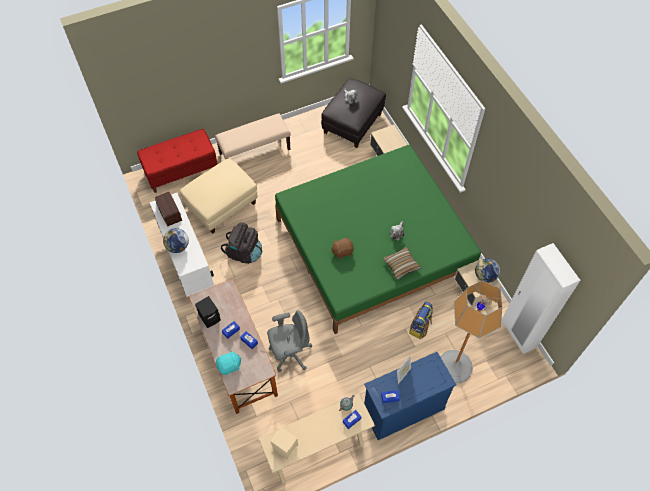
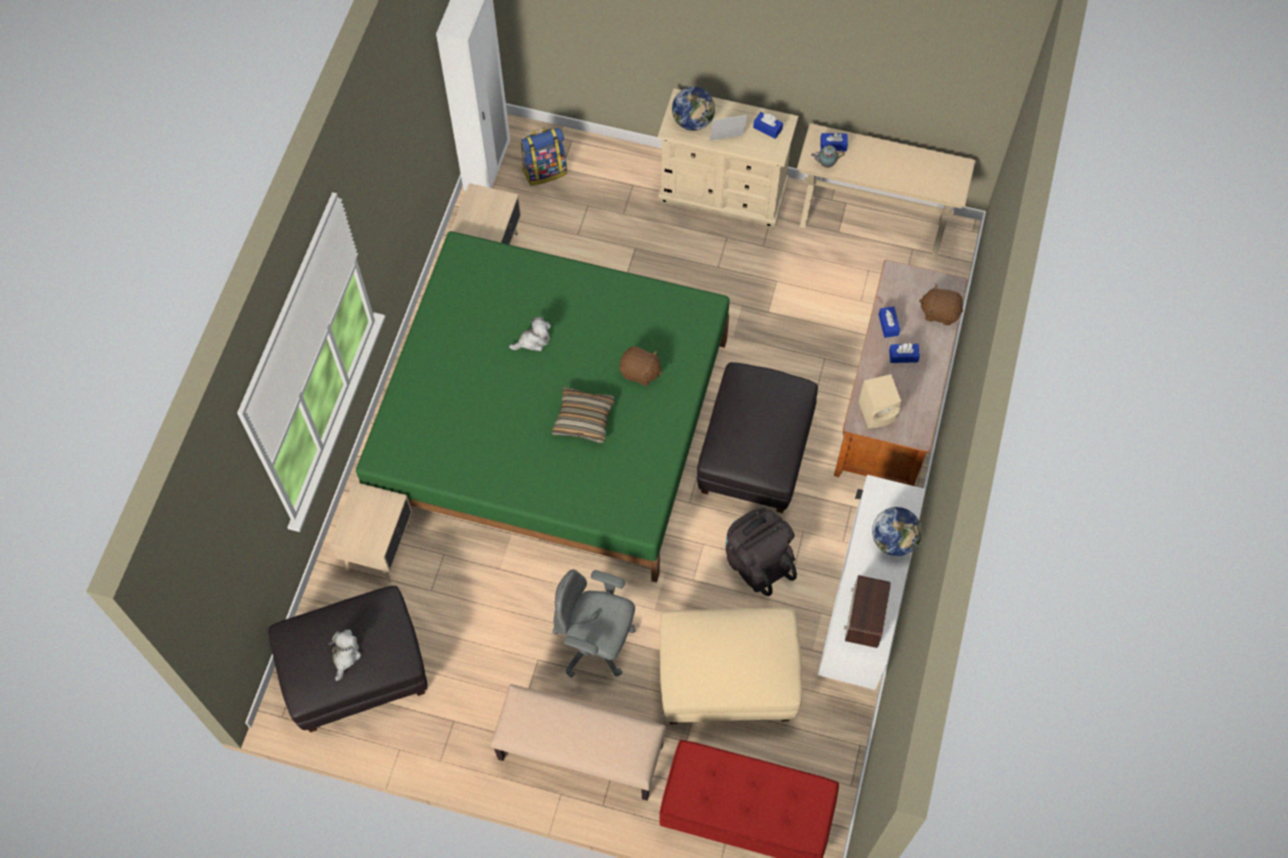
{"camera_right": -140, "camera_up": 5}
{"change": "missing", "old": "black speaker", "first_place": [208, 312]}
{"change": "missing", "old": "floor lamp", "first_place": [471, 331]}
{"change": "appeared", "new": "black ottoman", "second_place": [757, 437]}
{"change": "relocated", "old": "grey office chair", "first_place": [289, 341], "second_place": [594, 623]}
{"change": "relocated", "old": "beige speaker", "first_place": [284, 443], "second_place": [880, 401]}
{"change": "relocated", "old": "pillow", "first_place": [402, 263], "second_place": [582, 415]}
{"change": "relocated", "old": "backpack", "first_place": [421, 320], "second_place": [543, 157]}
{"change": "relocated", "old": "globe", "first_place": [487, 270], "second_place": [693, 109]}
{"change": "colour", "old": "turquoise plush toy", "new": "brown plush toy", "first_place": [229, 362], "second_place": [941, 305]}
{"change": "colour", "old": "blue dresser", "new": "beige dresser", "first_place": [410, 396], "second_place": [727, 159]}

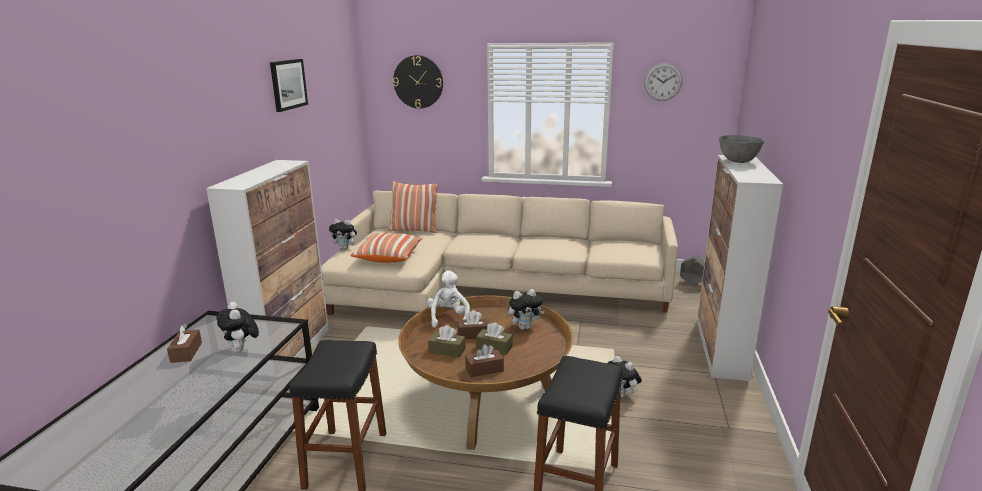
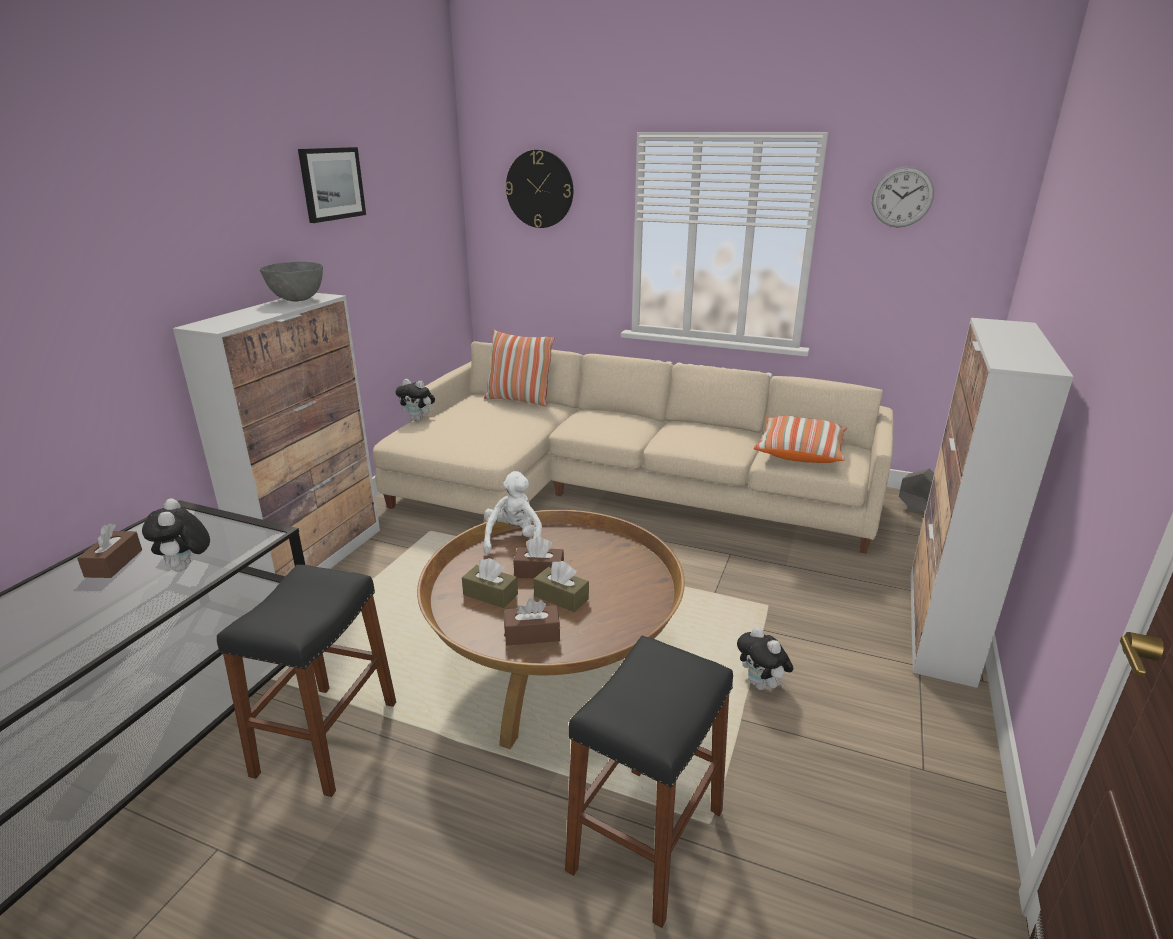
{"camera_right": 10, "camera_up": 5}
{"change": "missing", "old": "plush toy", "first_place": [526, 309]}
{"change": "relocated", "old": "pillow", "first_place": [386, 247], "second_place": [800, 439]}
{"change": "relocated", "old": "grey bowl", "first_place": [741, 149], "second_place": [291, 282]}

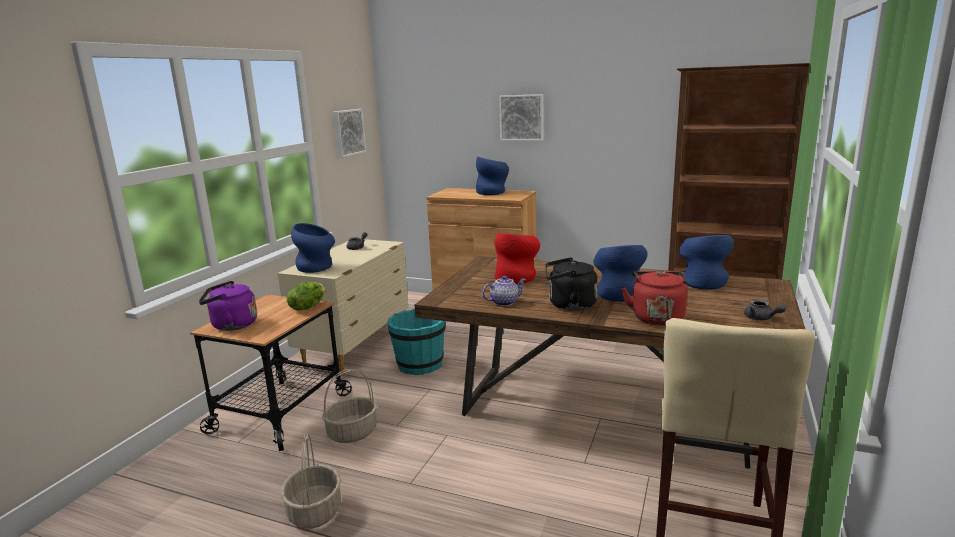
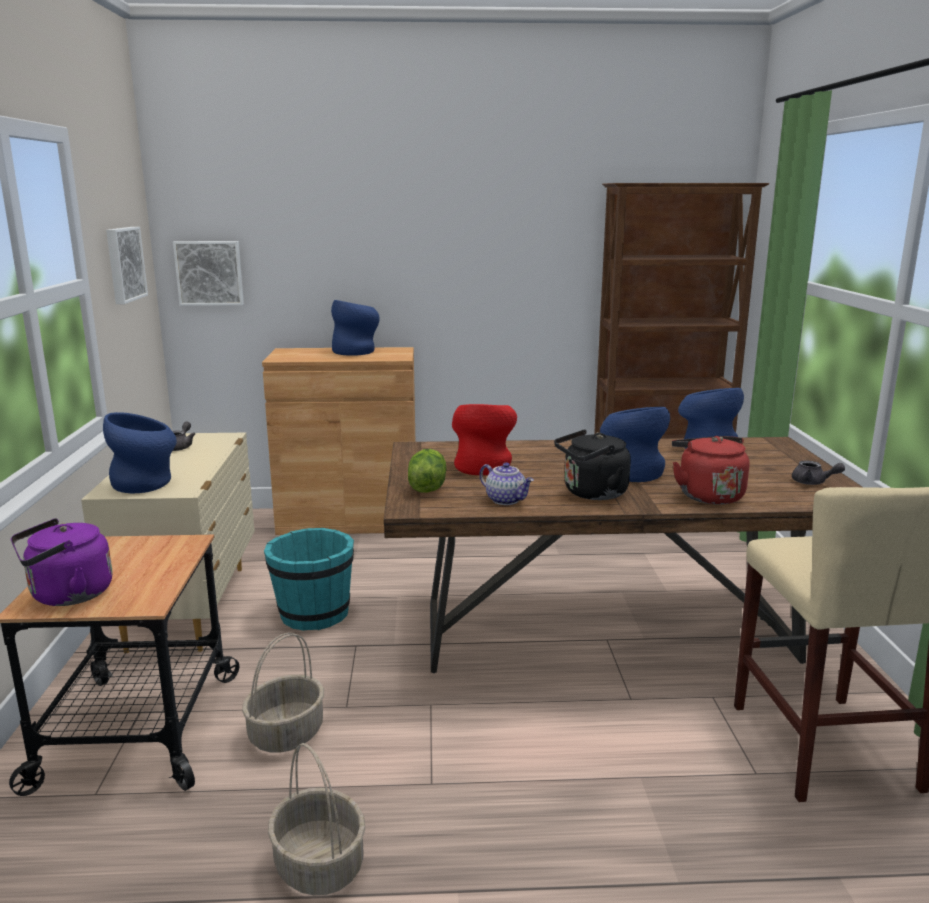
{"camera_right": -25, "camera_up": 0}
{"change": "relocated", "old": "lettuce", "first_place": [305, 296], "second_place": [427, 471]}
{"change": "relocated", "old": "picture", "first_place": [521, 117], "second_place": [208, 273]}
{"change": "spun", "old": "teapot", "first_place": [504, 291], "second_place": [506, 483], "degrees": 90}

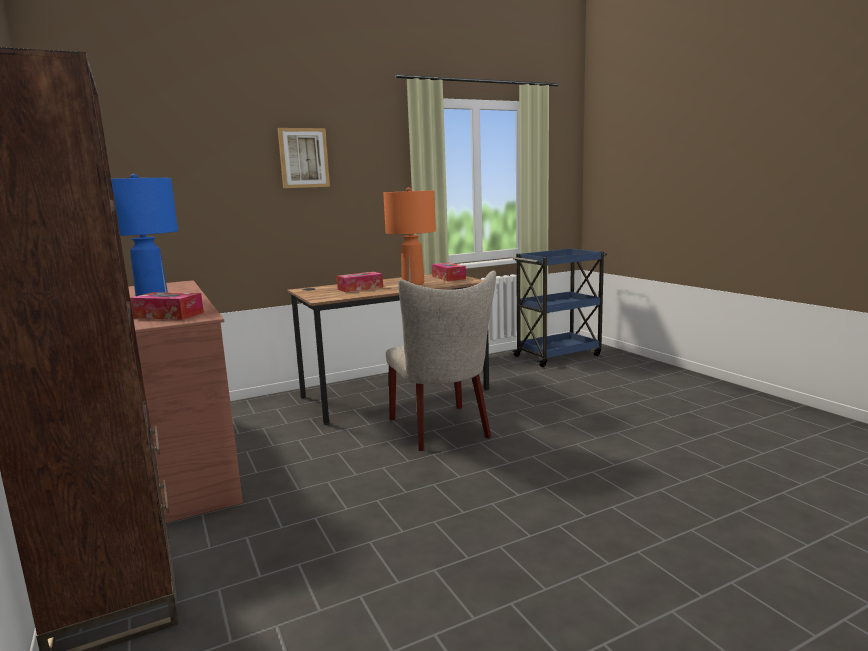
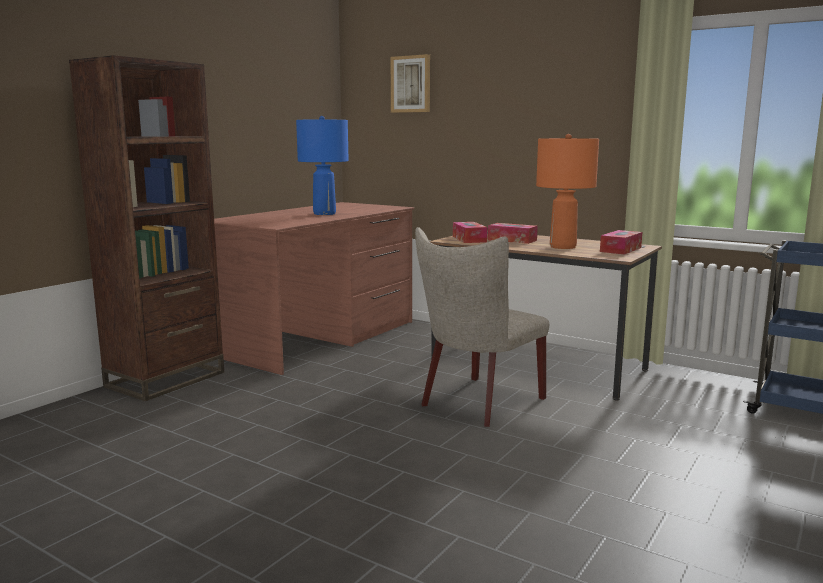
{"camera_right": 60, "camera_up": 0}
{"change": "relocated", "old": "tissue box", "first_place": [167, 306], "second_place": [470, 232]}
{"change": "relocated", "old": "picture", "first_place": [304, 158], "second_place": [410, 83]}

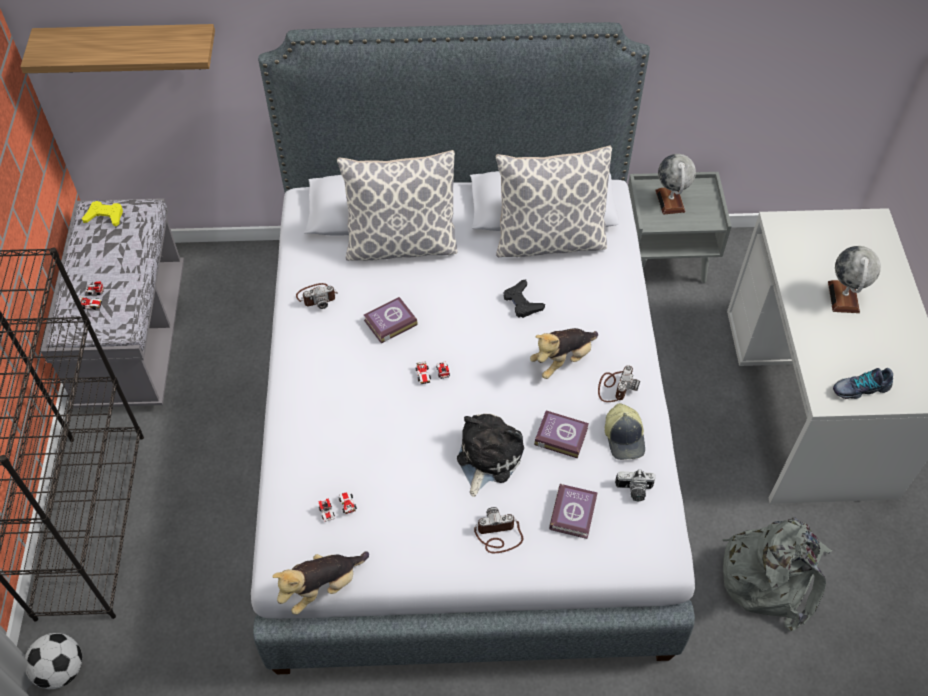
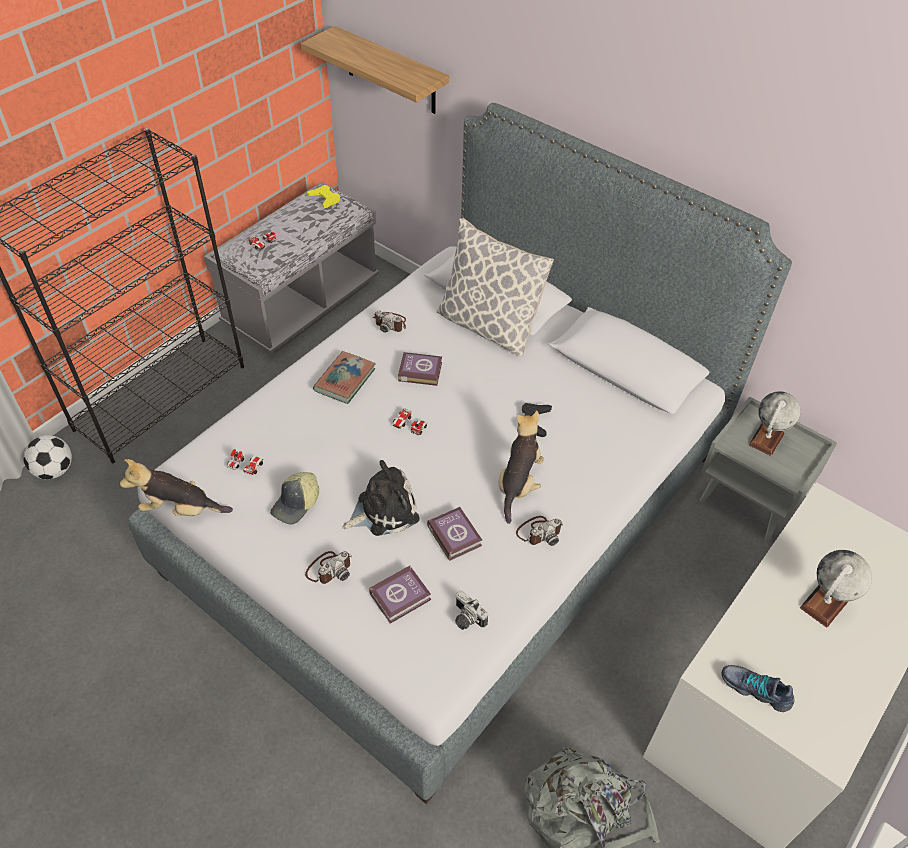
{"camera_right": 40, "camera_up": -5}
{"change": "missing", "old": "pillow", "first_place": [554, 201]}
{"change": "appeared", "new": "book", "second_place": [344, 377]}
{"change": "relocated", "old": "cap", "first_place": [625, 431], "second_place": [294, 498]}
{"change": "spun", "old": "photo camera", "first_place": [498, 530], "second_place": [328, 567], "degrees": 105}
{"change": "spun", "old": "plush toy", "first_place": [564, 353], "second_place": [521, 467], "degrees": 105}

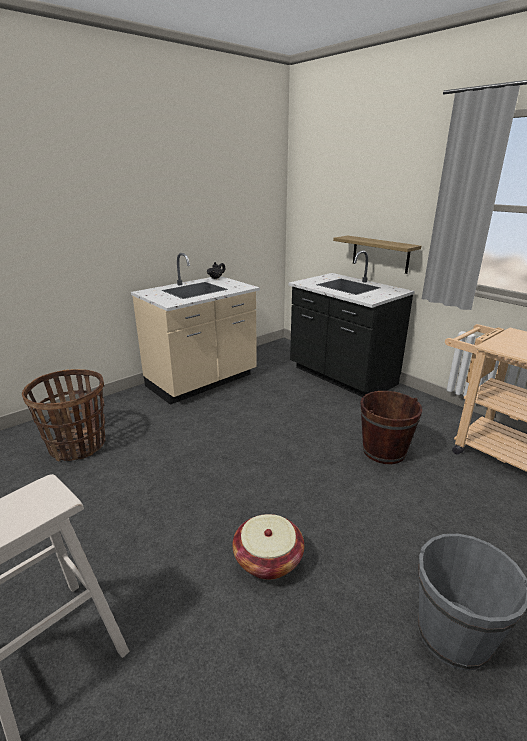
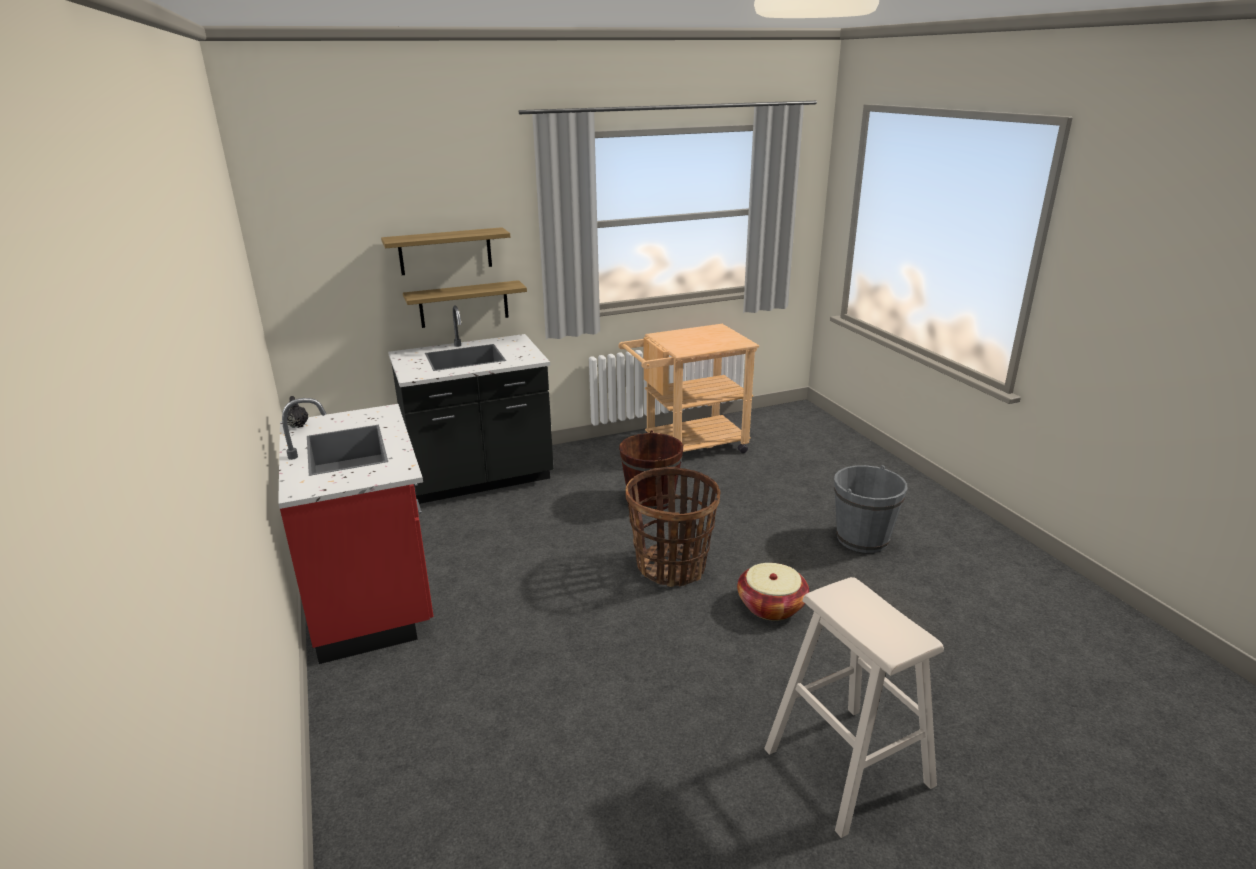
{"camera_right": -70, "camera_up": 0}
{"change": "appeared", "new": "shelf", "second_place": [445, 251]}
{"change": "relocated", "old": "basket", "first_place": [63, 415], "second_place": [672, 527]}
{"change": "colour", "old": "beige counter", "new": "red counter", "first_place": [195, 329], "second_place": [356, 531]}

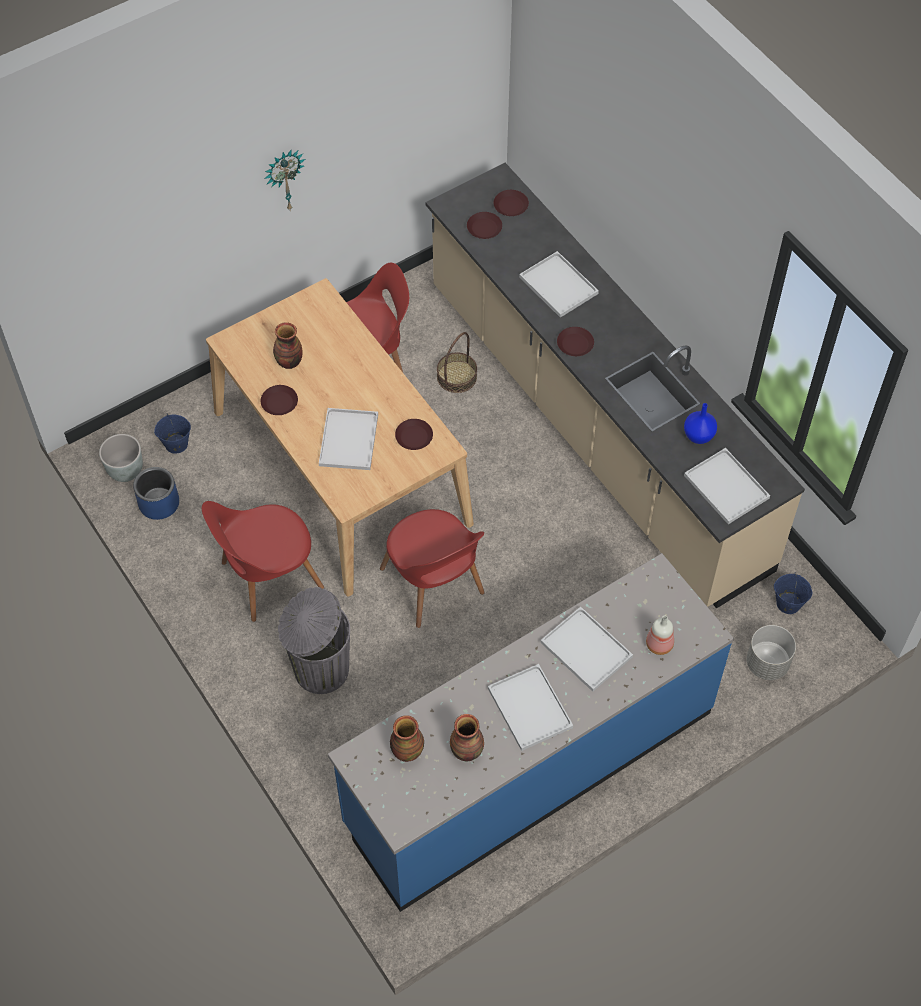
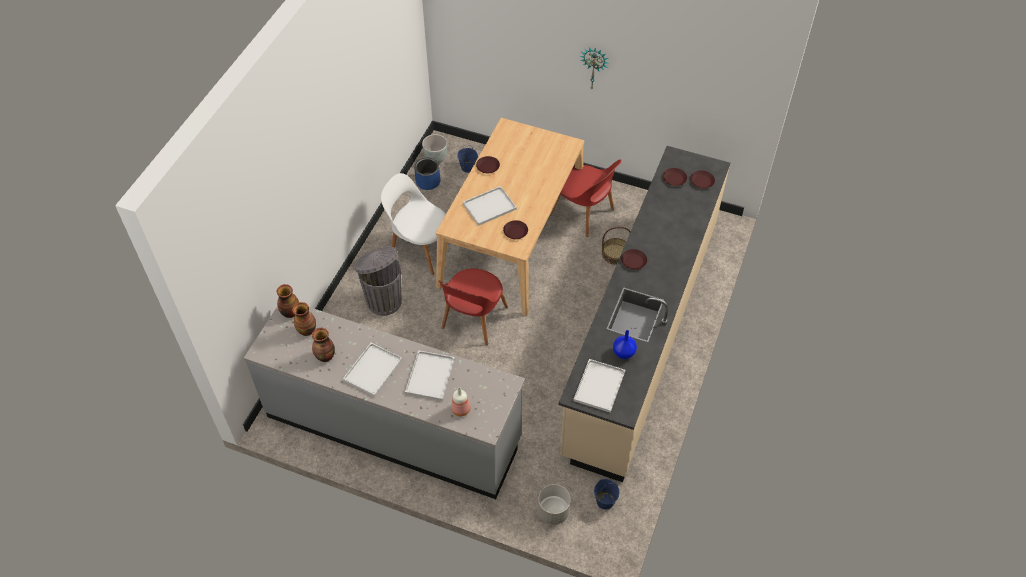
{"camera_right": 55, "camera_up": -5}
{"change": "missing", "old": "white tray", "first_place": [559, 284]}
{"change": "relocated", "old": "vase", "first_place": [288, 345], "second_place": [288, 301]}
{"change": "colour", "old": "red chair", "new": "white chair", "first_place": [263, 561], "second_place": [413, 224]}
{"change": "colour", "old": "blue counter", "new": "grey counter", "first_place": [531, 732], "second_place": [384, 402]}

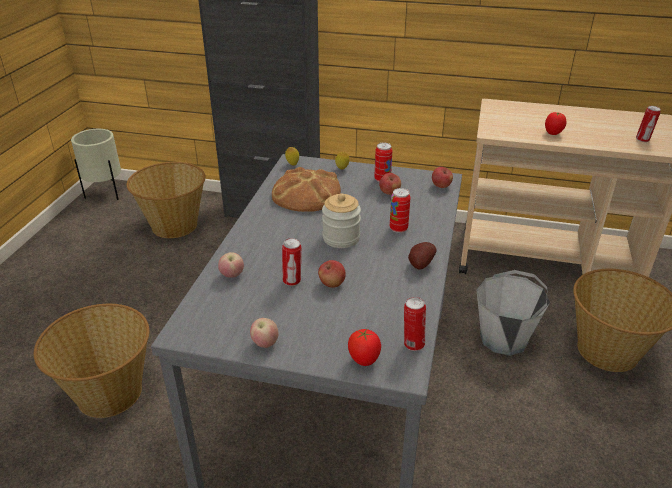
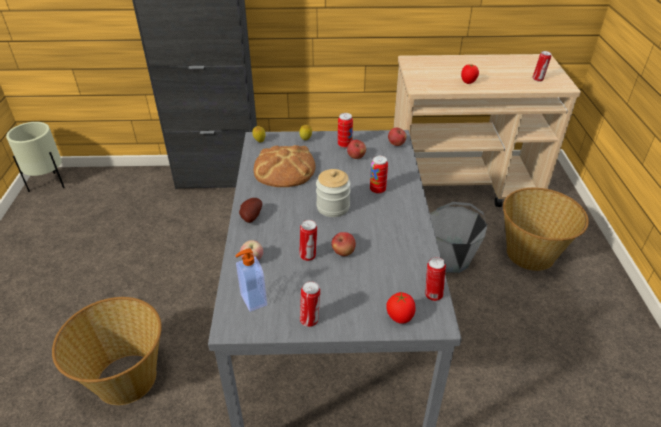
{"camera_right": -15, "camera_up": 5}
{"change": "missing", "old": "basket", "first_place": [166, 200]}
{"change": "appeared", "new": "soap dispenser", "second_place": [251, 280]}
{"change": "relocated", "old": "potato", "first_place": [422, 256], "second_place": [250, 210]}
{"change": "exchanged", "old": "apple", "new": "can", "first_place": [264, 333], "second_place": [310, 304]}

